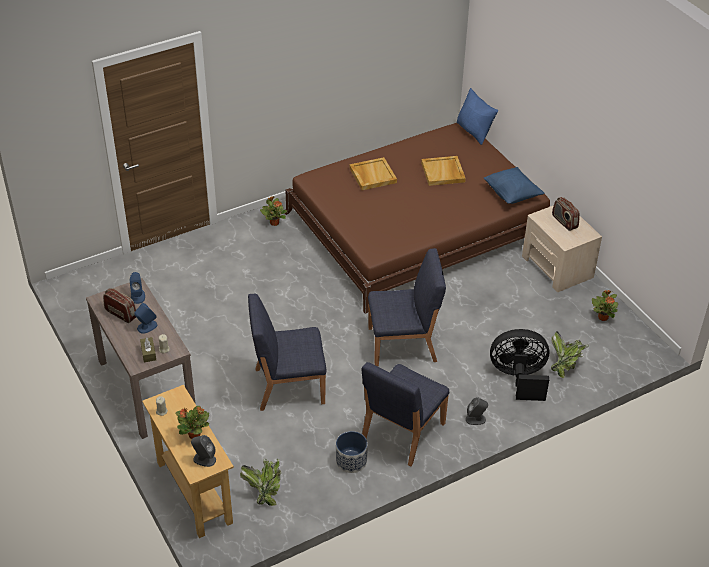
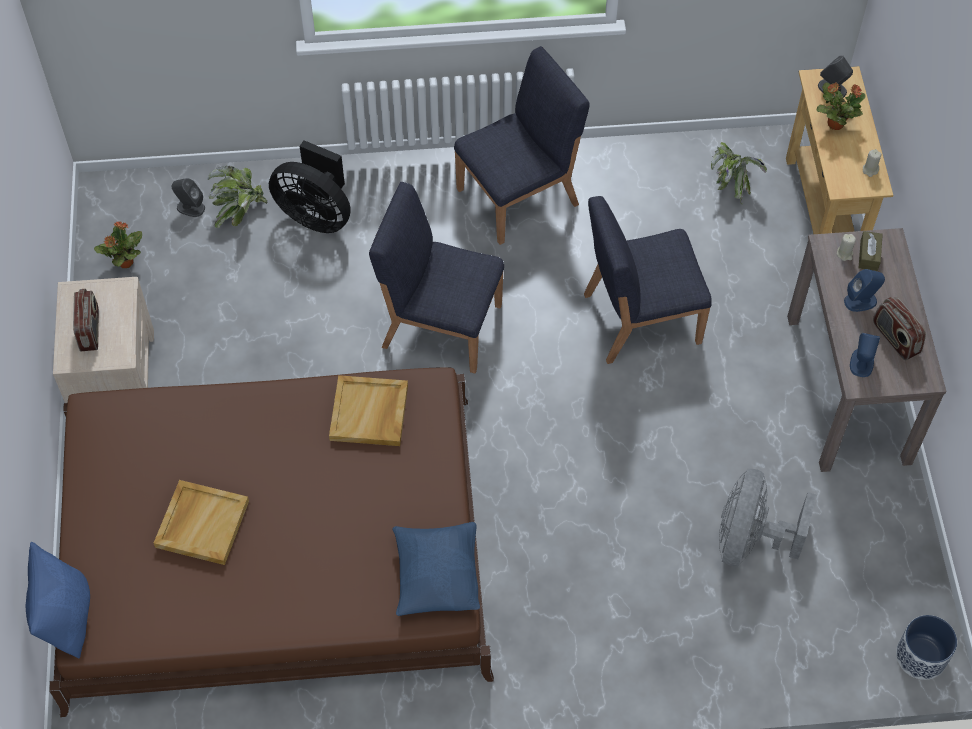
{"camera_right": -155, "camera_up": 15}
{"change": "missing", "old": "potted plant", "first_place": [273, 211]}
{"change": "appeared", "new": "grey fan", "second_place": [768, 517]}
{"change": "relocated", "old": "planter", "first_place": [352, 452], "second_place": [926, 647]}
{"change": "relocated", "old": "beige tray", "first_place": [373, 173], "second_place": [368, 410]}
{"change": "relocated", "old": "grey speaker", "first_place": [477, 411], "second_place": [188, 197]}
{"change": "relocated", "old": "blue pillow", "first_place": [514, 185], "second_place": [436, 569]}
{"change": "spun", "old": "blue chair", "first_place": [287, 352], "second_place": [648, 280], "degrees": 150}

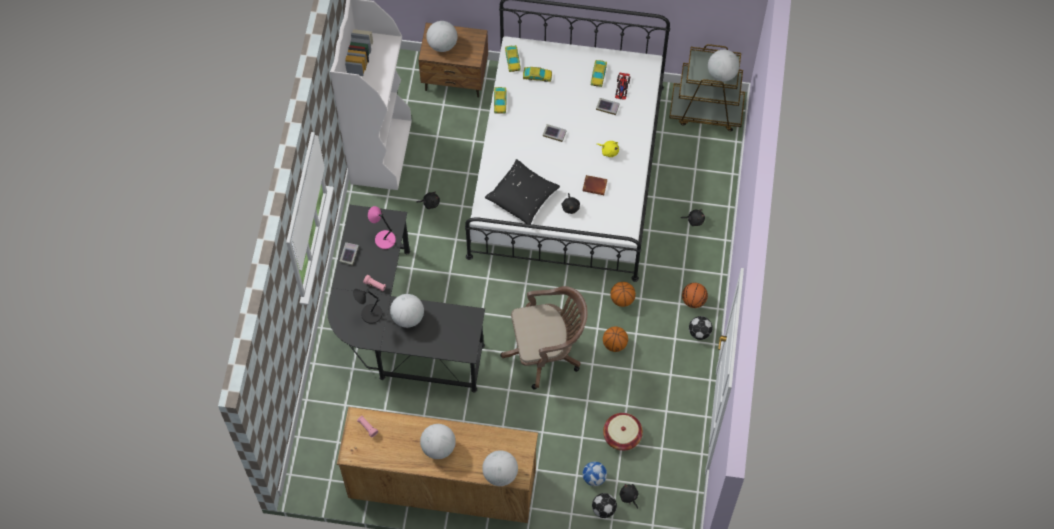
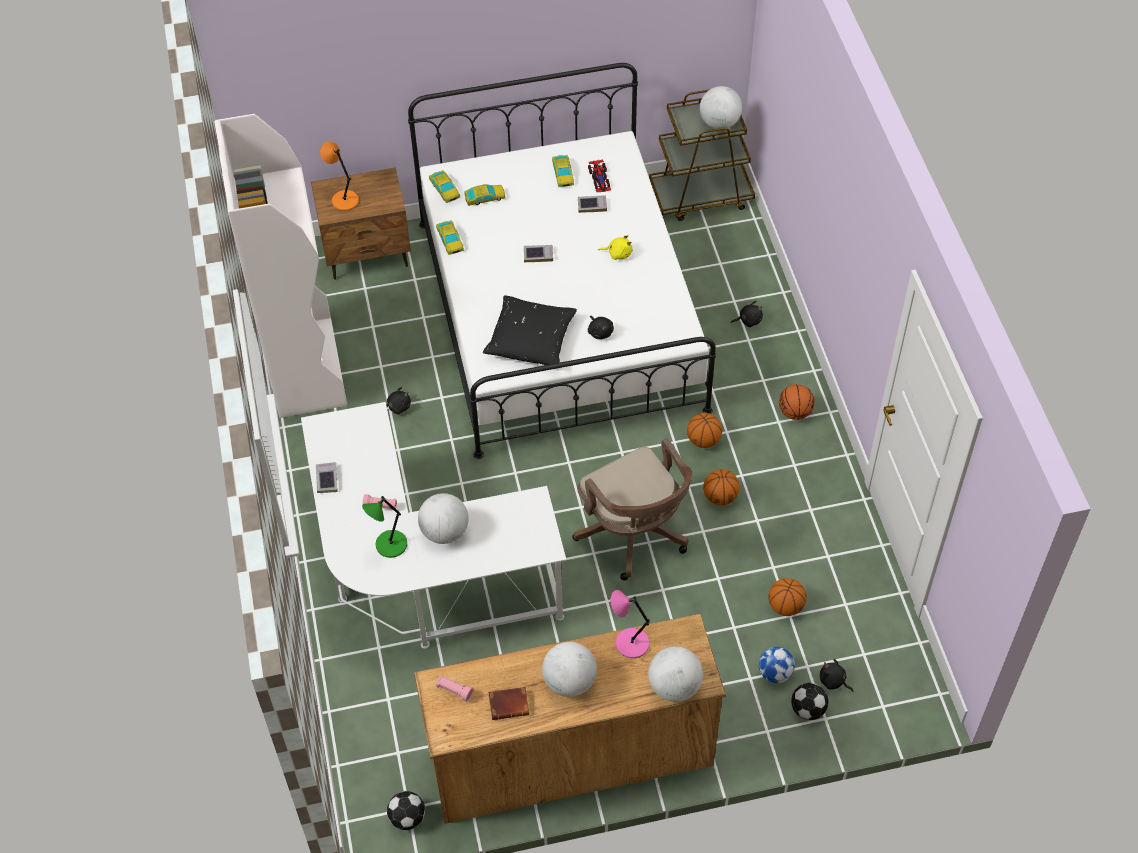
{"camera_right": -20, "camera_up": -10}
{"change": "relocated", "old": "pink table lamp", "first_place": [382, 227], "second_place": [630, 624]}
{"change": "relocated", "old": "brown book", "first_place": [594, 185], "second_place": [508, 703]}
{"change": "relocated", "old": "football", "first_place": [701, 328], "second_place": [406, 810]}
{"change": "exchanged", "old": "globe", "new": "orange table lamp", "first_place": [441, 36], "second_place": [339, 176]}
{"change": "exchanged", "old": "basket", "new": "basketball", "first_place": [623, 432], "second_place": [788, 597]}
{"change": "colour", "old": "black desk", "new": "white desk", "first_place": [406, 298], "second_place": [433, 525]}
{"change": "colour", "old": "black table lamp", "new": "green table lamp", "first_place": [367, 306], "second_place": [384, 527]}
{"change": "spun", "old": "brown office chair", "first_place": [544, 337], "second_place": [632, 509], "degrees": 90}

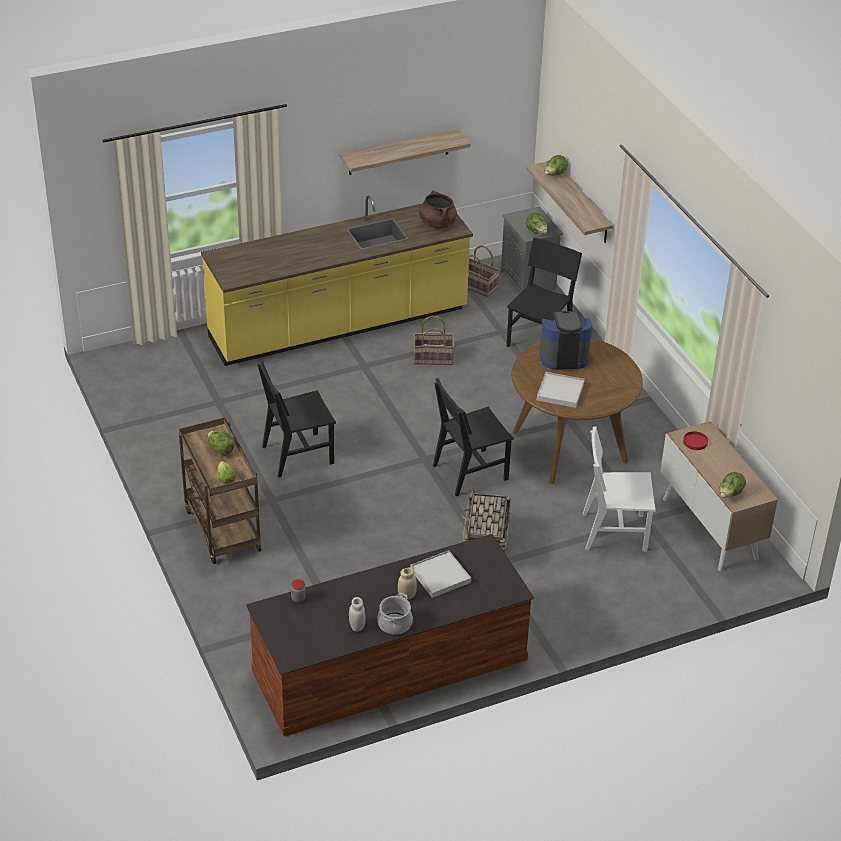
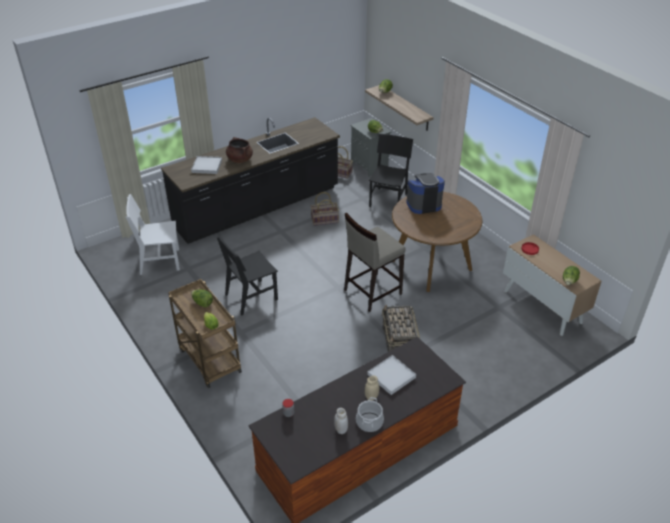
{"camera_right": -10, "camera_up": 0}
{"change": "missing", "old": "shelf", "first_place": [405, 152]}
{"change": "relocated", "old": "brown cooking pot", "first_place": [438, 209], "second_place": [239, 150]}
{"change": "relocated", "old": "white tray", "first_place": [561, 390], "second_place": [206, 165]}
{"change": "relocated", "old": "white chair", "first_place": [619, 489], "second_place": [153, 234]}
{"change": "exchanged", "old": "black chair", "new": "beige stool", "first_place": [473, 437], "second_place": [375, 262]}
{"change": "colour", "old": "yellow counter", "new": "black counter", "first_place": [337, 280], "second_place": [250, 180]}

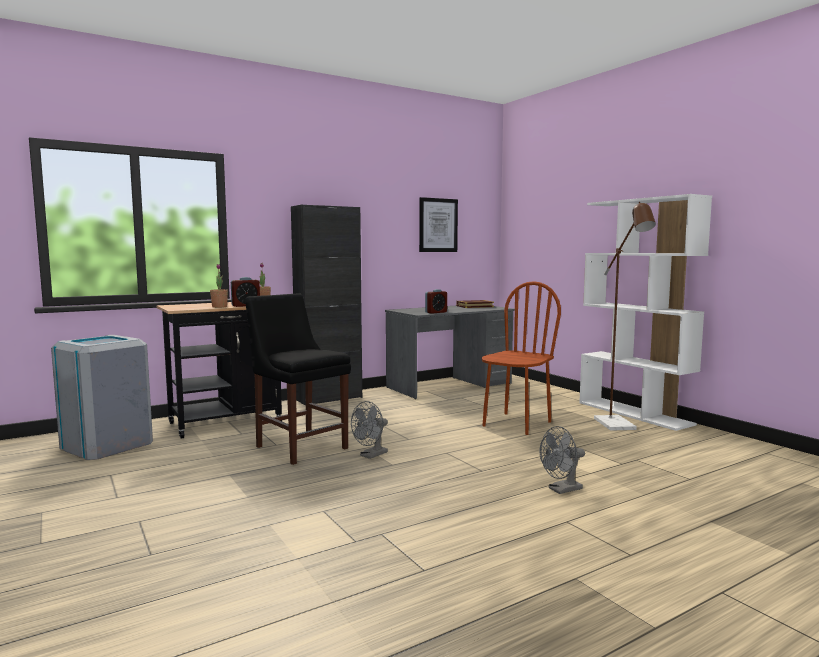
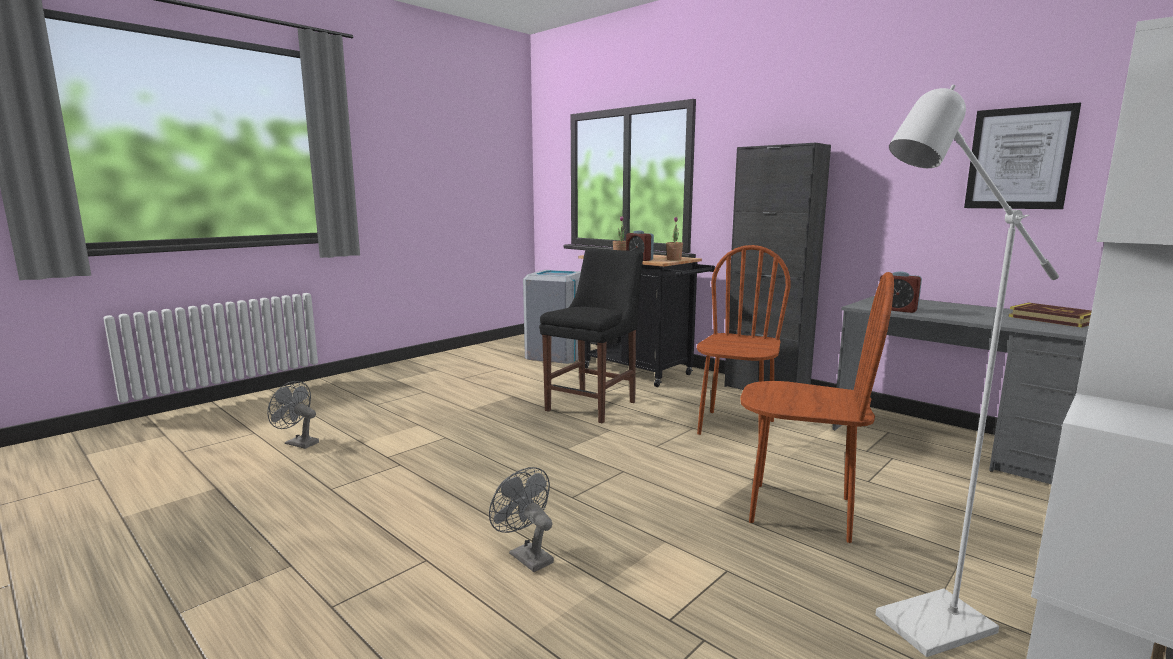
{"camera_right": 75, "camera_up": 5}
{"change": "appeared", "new": "brown chair", "second_place": [744, 344]}
{"change": "relocated", "old": "grey fan", "first_place": [369, 430], "second_place": [293, 415]}
{"change": "colour", "old": "brown floor lamp", "new": "white floor lamp", "first_place": [625, 316], "second_place": [967, 371]}

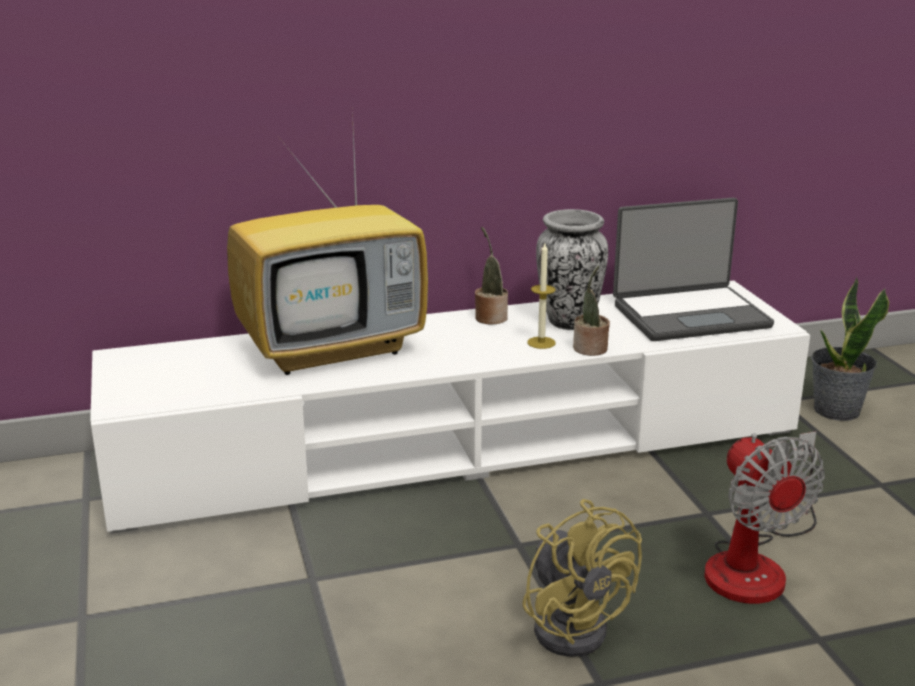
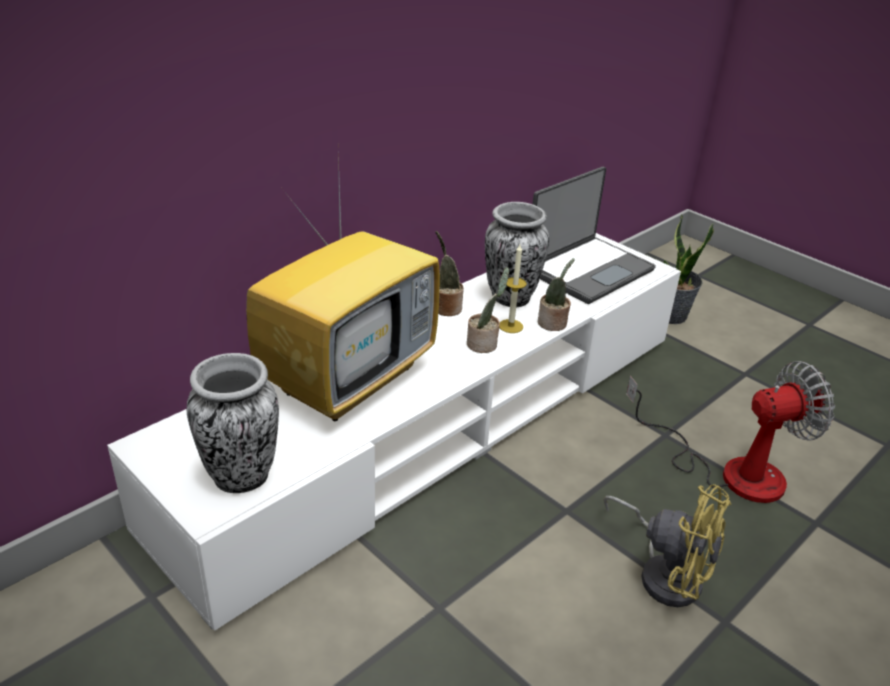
{"camera_right": -30, "camera_up": 10}
{"change": "appeared", "new": "vase", "second_place": [233, 423]}
{"change": "appeared", "new": "potted plant", "second_place": [488, 310]}
{"change": "spun", "old": "fan", "first_place": [764, 517], "second_place": [730, 432], "degrees": -60}

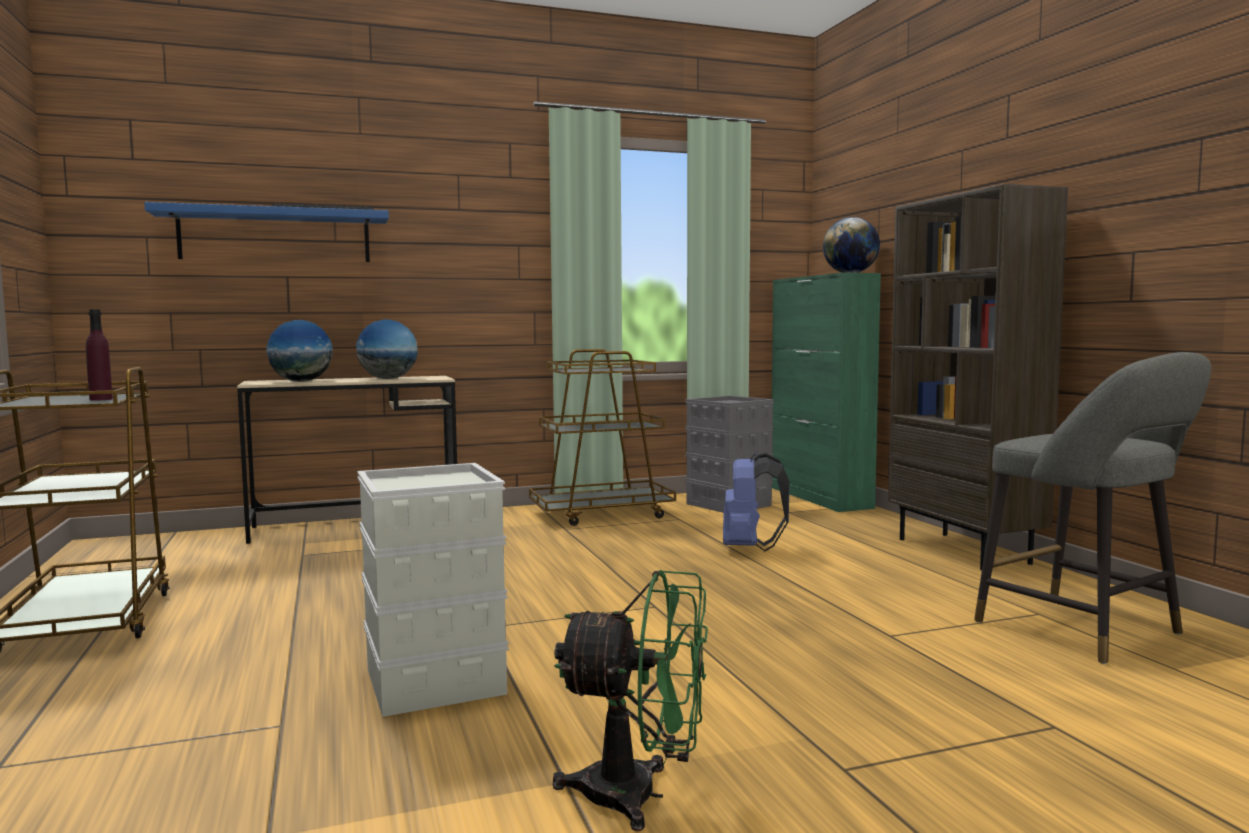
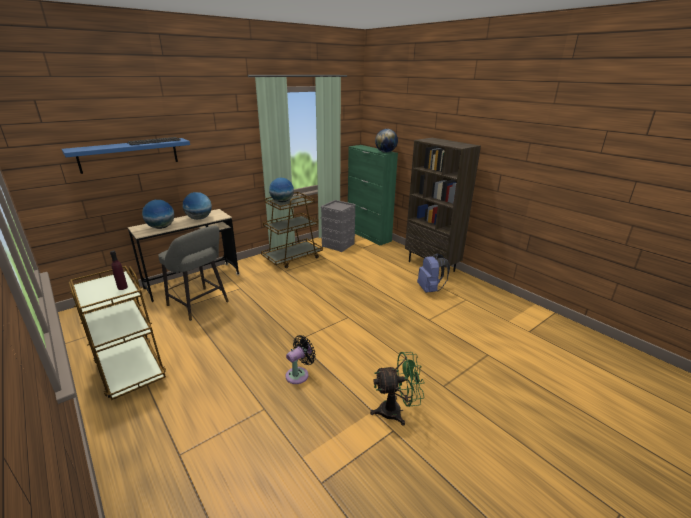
{"camera_right": -20, "camera_up": 20}
{"change": "appeared", "new": "globe", "second_place": [281, 190]}
{"change": "relocated", "old": "blue backpack", "first_place": [756, 501], "second_place": [433, 273]}
{"change": "relocated", "old": "grey stool", "first_place": [1092, 508], "second_place": [193, 273]}
{"change": "exchanged", "old": "grey storage box", "new": "black fan", "first_place": [433, 590], "second_place": [300, 359]}

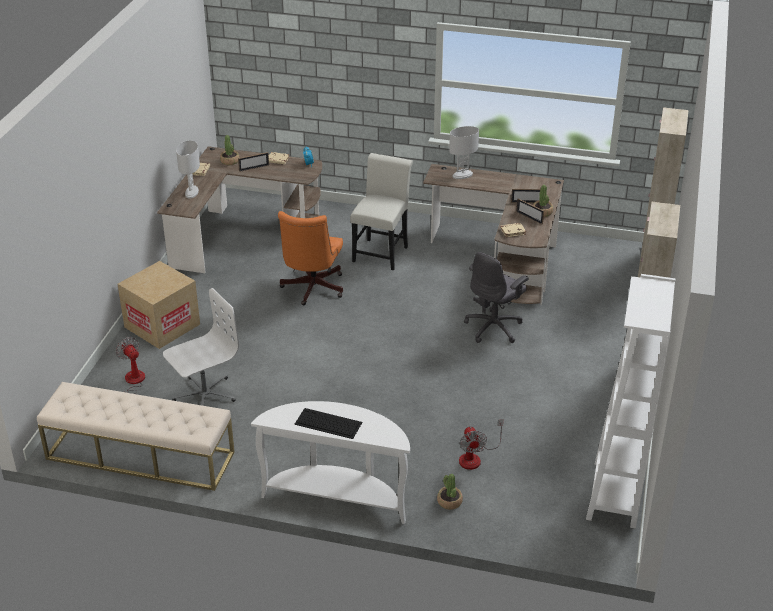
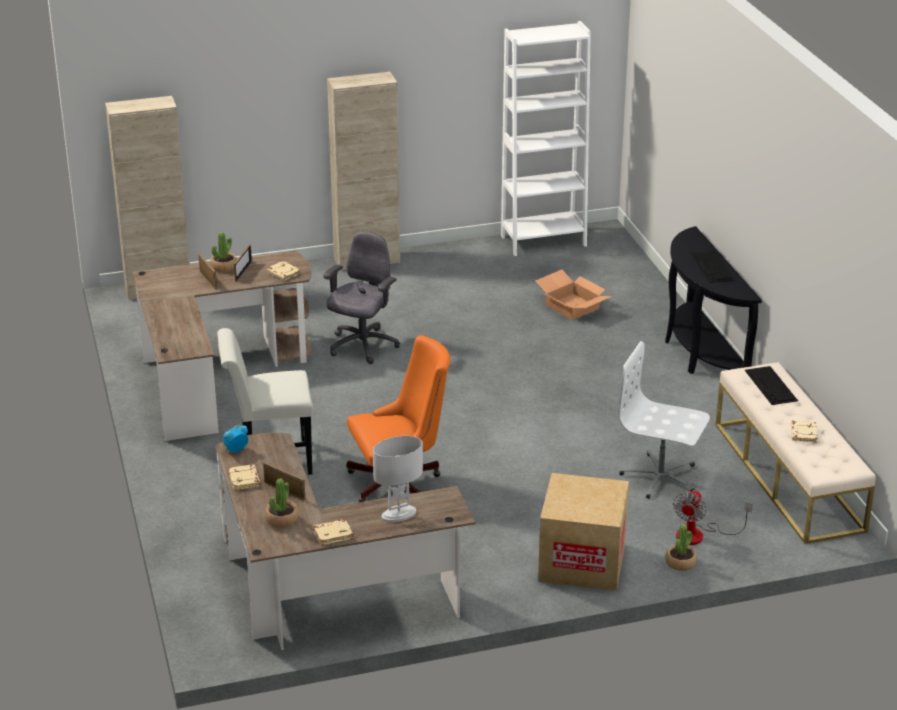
{"camera_right": -120, "camera_up": -5}
{"change": "missing", "old": "white table lamp", "first_place": [464, 152]}
{"change": "appeared", "new": "keyboard", "second_place": [771, 385]}
{"change": "appeared", "new": "beige book", "second_place": [804, 432]}
{"change": "relocated", "old": "potted plant", "first_place": [450, 492], "second_place": [681, 547]}
{"change": "exchanged", "old": "fan", "new": "cardboard box", "first_place": [481, 444], "second_place": [573, 295]}
{"change": "colour", "old": "white console table", "new": "black console table", "first_place": [330, 462], "second_place": [713, 300]}
{"change": "spun", "old": "grey office chair", "first_place": [496, 297], "second_place": [362, 298], "degrees": -75}

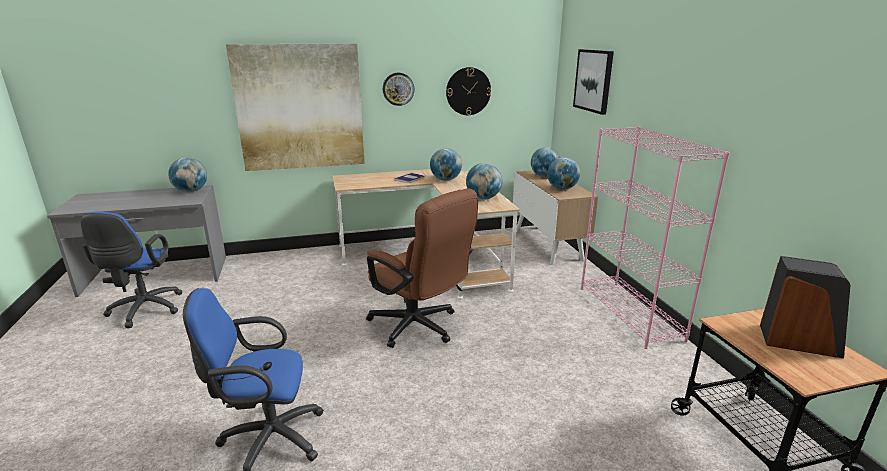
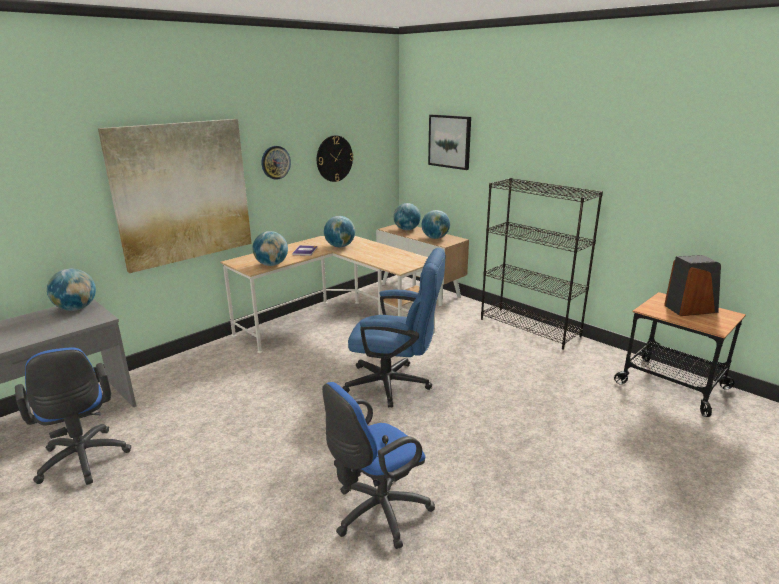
{"camera_right": -30, "camera_up": 0}
{"change": "relocated", "old": "globe", "first_place": [484, 181], "second_place": [270, 248]}
{"change": "colour", "old": "brown office chair", "new": "blue office chair", "first_place": [422, 268], "second_place": [393, 328]}
{"change": "colour", "old": "pink bookcase", "new": "black bookcase", "first_place": [655, 238], "second_place": [542, 264]}

